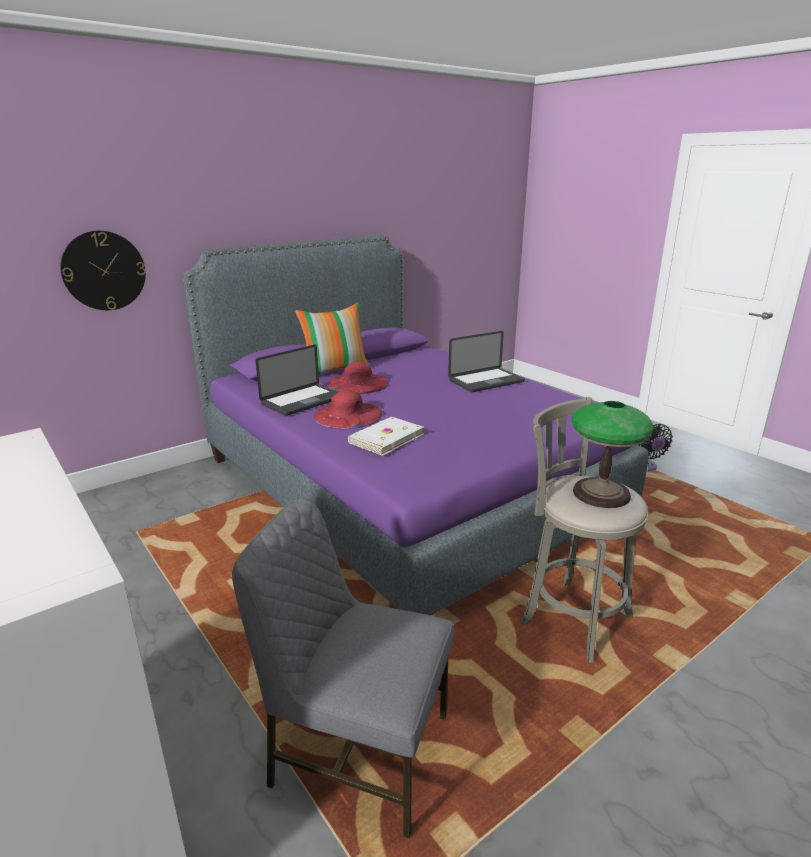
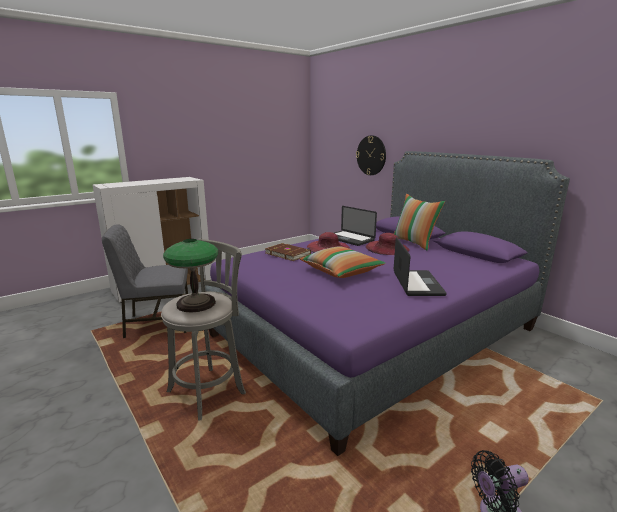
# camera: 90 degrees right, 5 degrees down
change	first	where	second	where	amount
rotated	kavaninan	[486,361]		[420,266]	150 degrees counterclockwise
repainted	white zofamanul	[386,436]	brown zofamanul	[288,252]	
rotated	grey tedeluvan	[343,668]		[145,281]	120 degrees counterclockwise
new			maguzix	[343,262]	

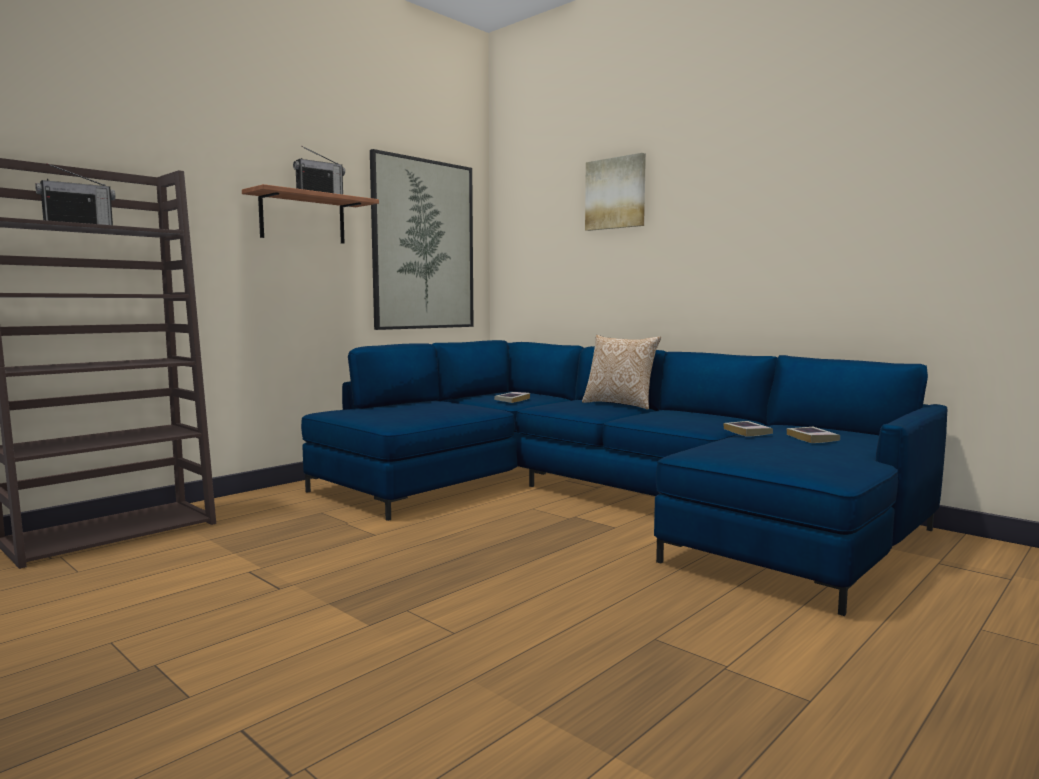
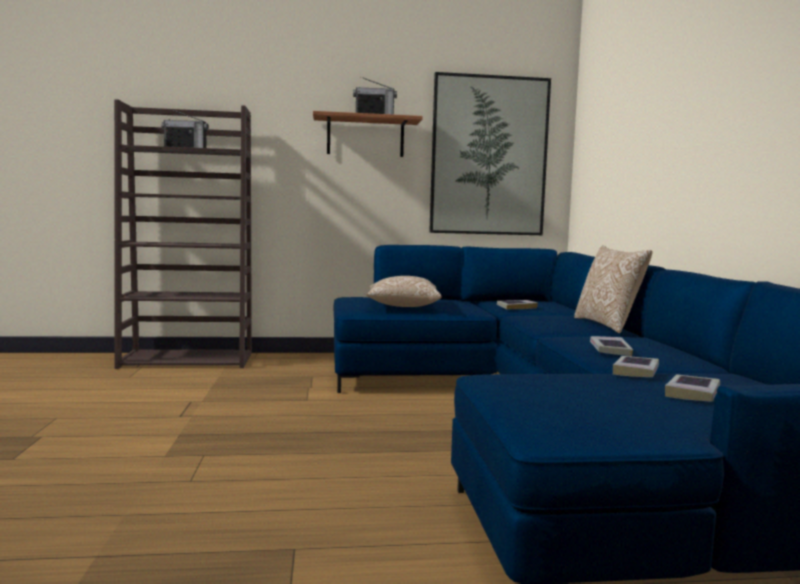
# camera: 40 degrees right, 0 degrees up
change	first	where	second	where	amount
gone	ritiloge	[615,192]			
new			maguzix	[404,291]	
new			zofamanul	[611,346]	

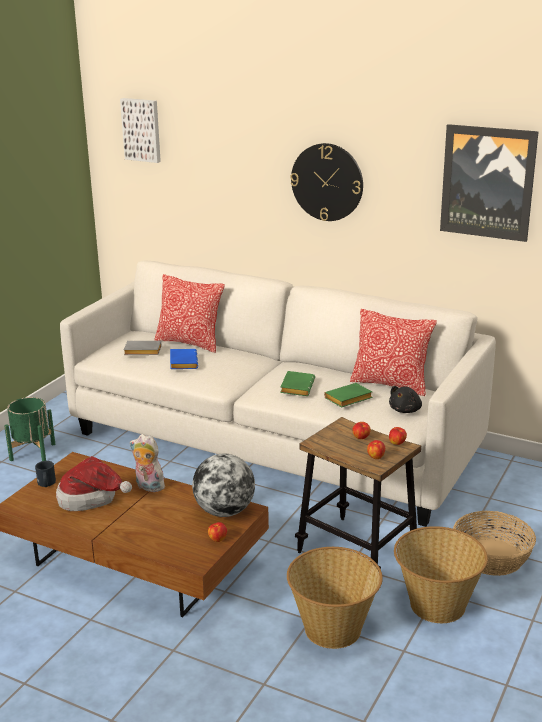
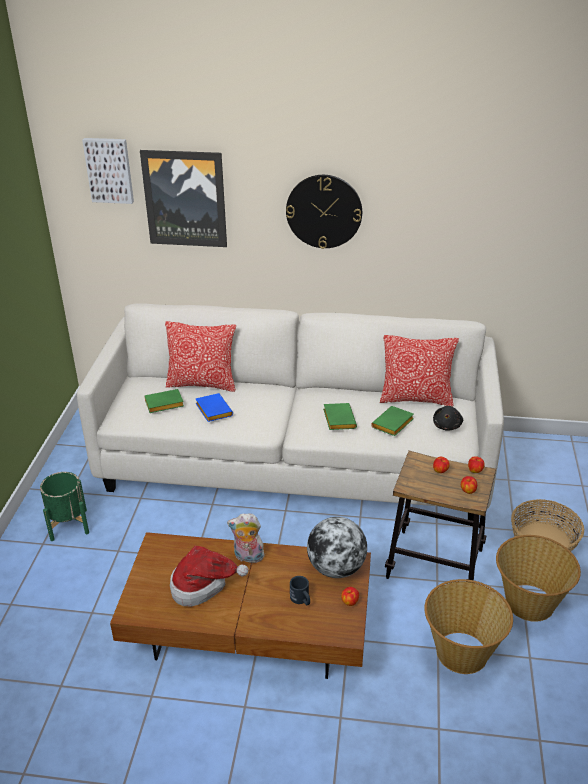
# camera: 20 degrees left, 10 degrees up
change	first	where	second	where	amount
shifted	ritiloge	[489,183]		[183,198]	
repainted	grey zofamanul	[142,348]	green zofamanul	[164,401]	
shifted	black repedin	[45,474]		[300,590]	

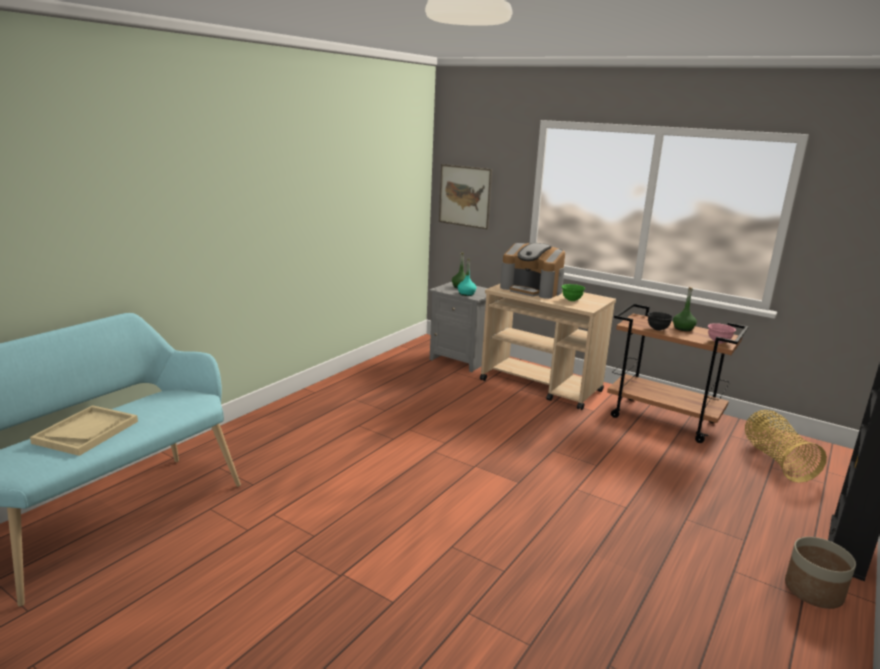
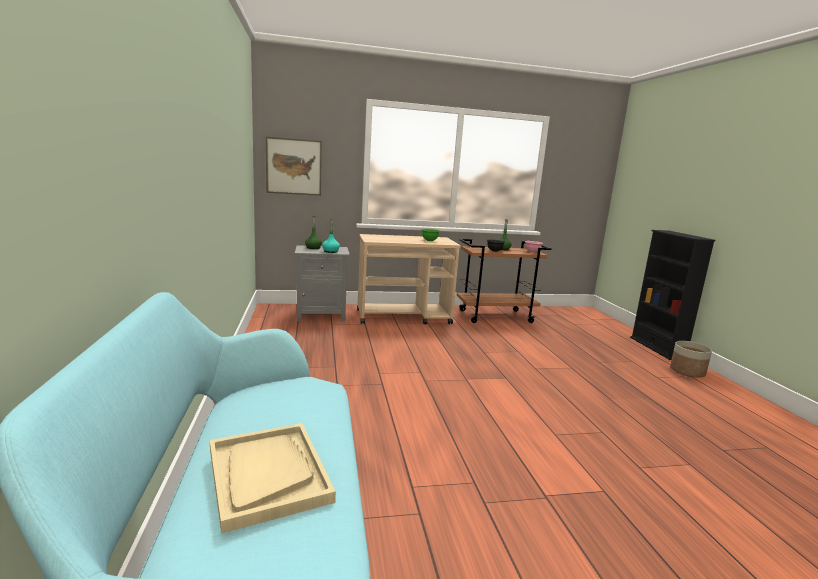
# camera: 45 degrees left, 5 degrees down
change	first	where	second	where	amount
gone	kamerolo	[532,271]			
gone	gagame	[786,446]			

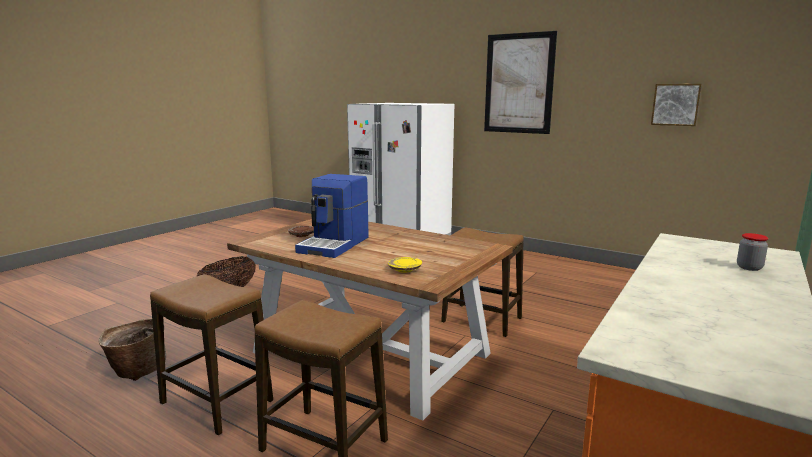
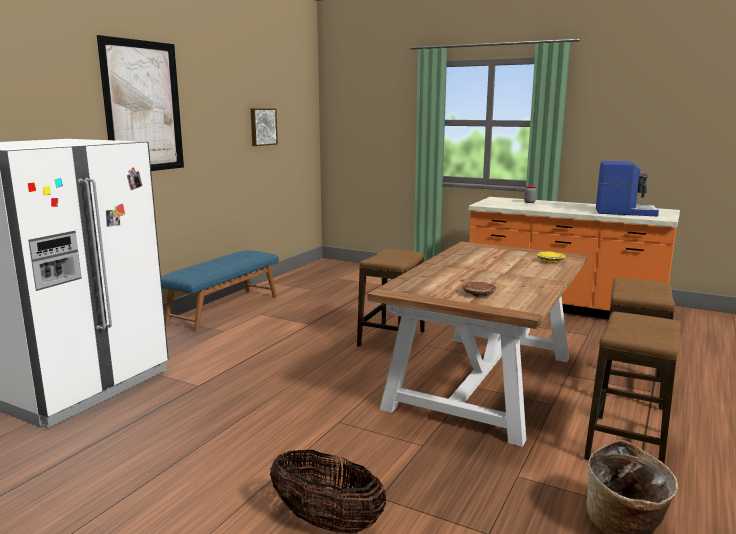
# camera: 95 degrees left, 0 degrees up
change	first	where	second	where	amount
shifted	kamerolo	[332,216]		[627,188]	
new			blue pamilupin	[220,291]	

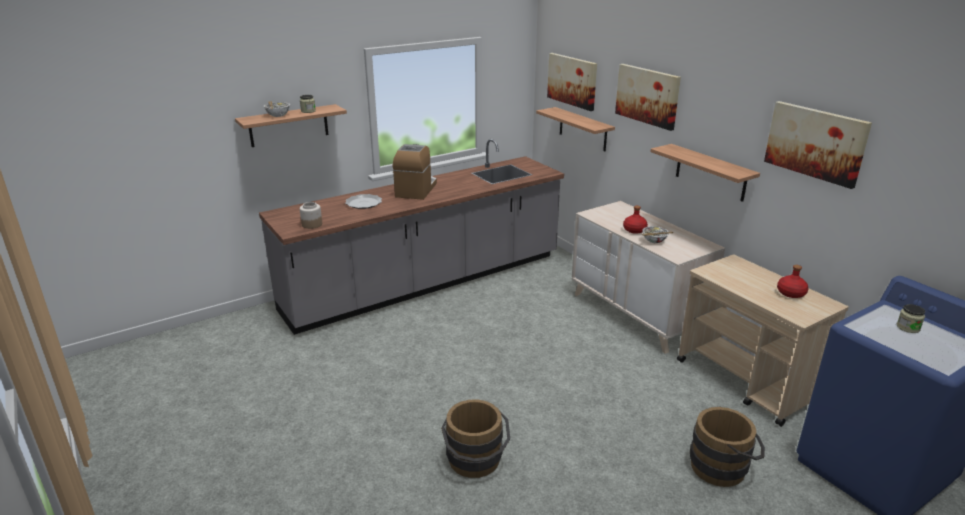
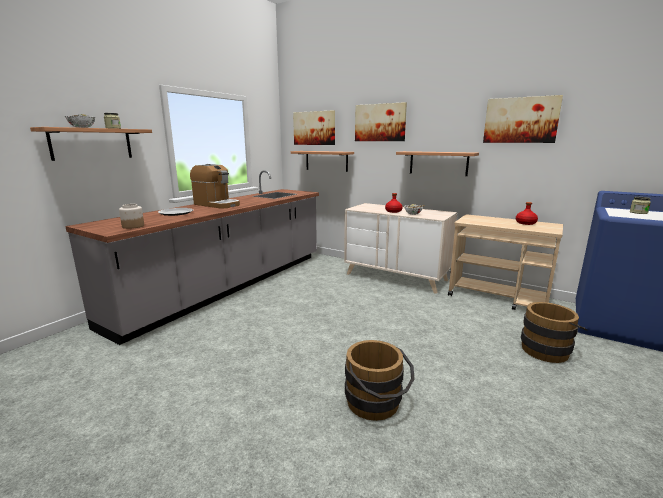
# camera: 25 degrees left, 10 degrees down
change	first	where	second	where	amount
rotated	kamerolo	[415,172]		[215,186]	135 degrees clockwise

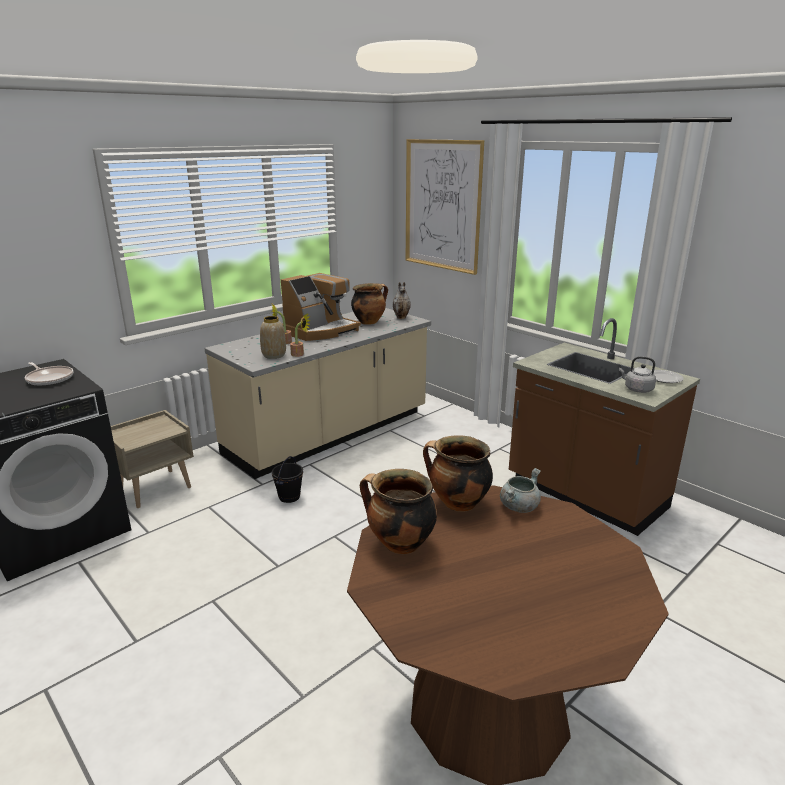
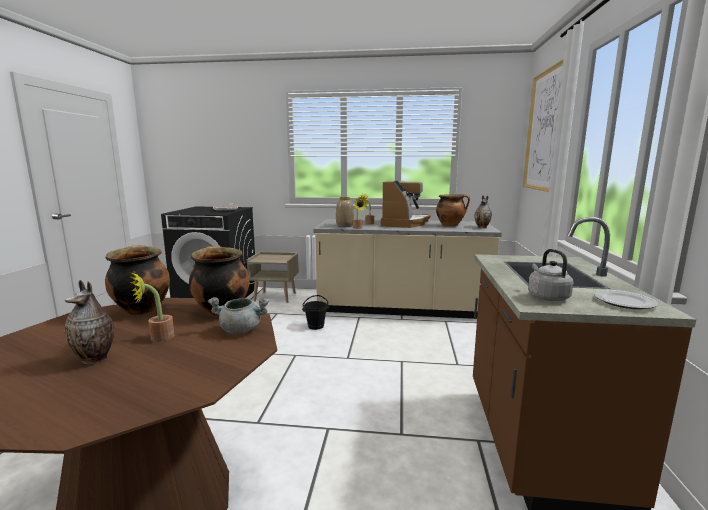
# camera: 50 degrees right, 10 degrees down
change	first	where	second	where	amount
rotated	kamerolo	[321,307]		[406,204]	75 degrees counterclockwise
new			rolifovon	[152,306]	
new			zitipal	[89,322]	

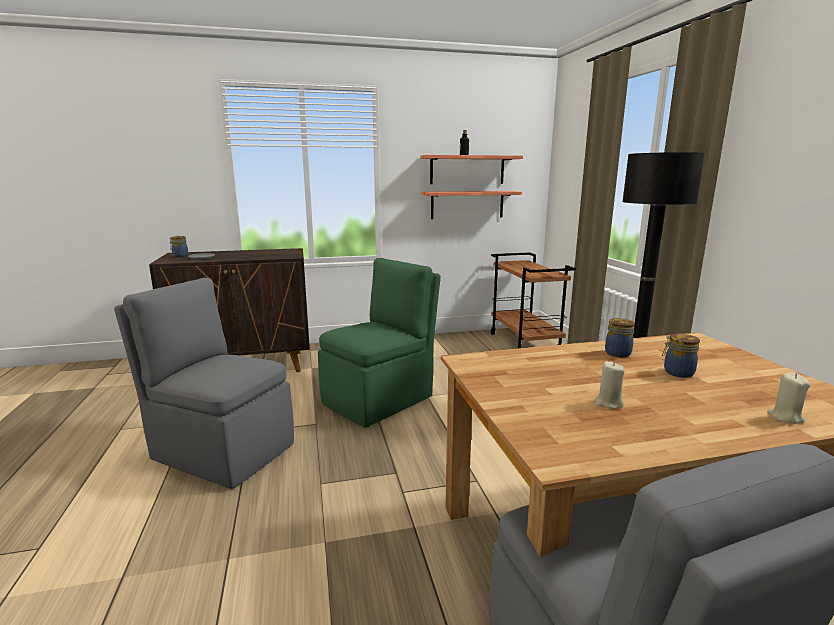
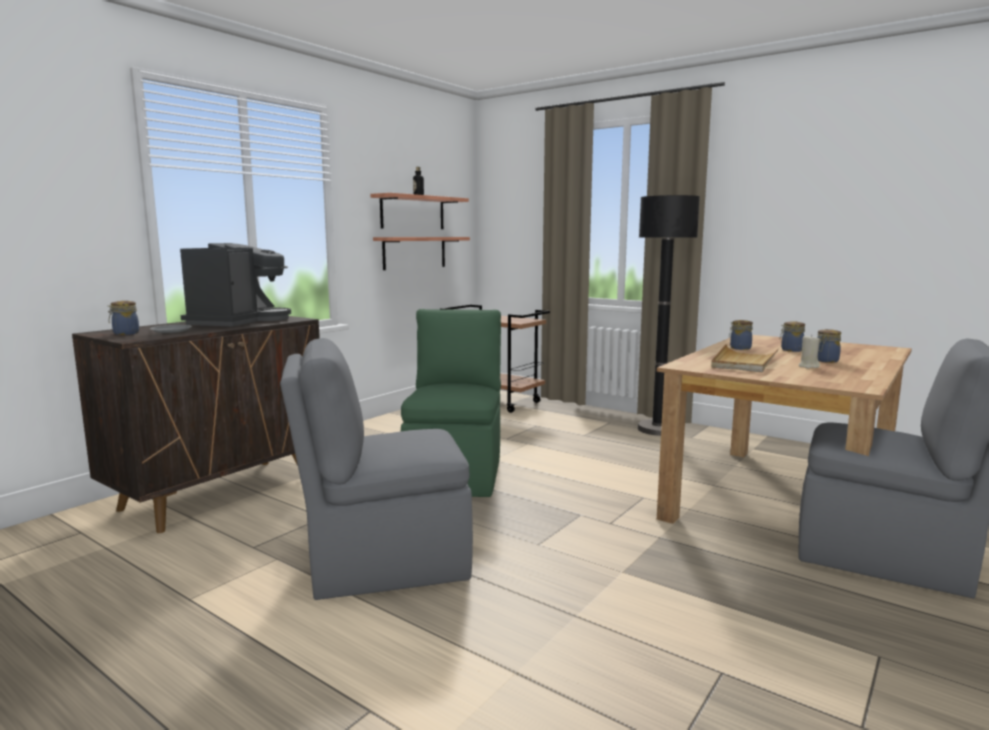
# camera: 40 degrees left, 5 degrees down
change	first	where	second	where	amount
gone	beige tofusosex	[788,398]			
new			kamerolo	[235,285]	
new			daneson	[829,346]	
new			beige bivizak	[745,358]	

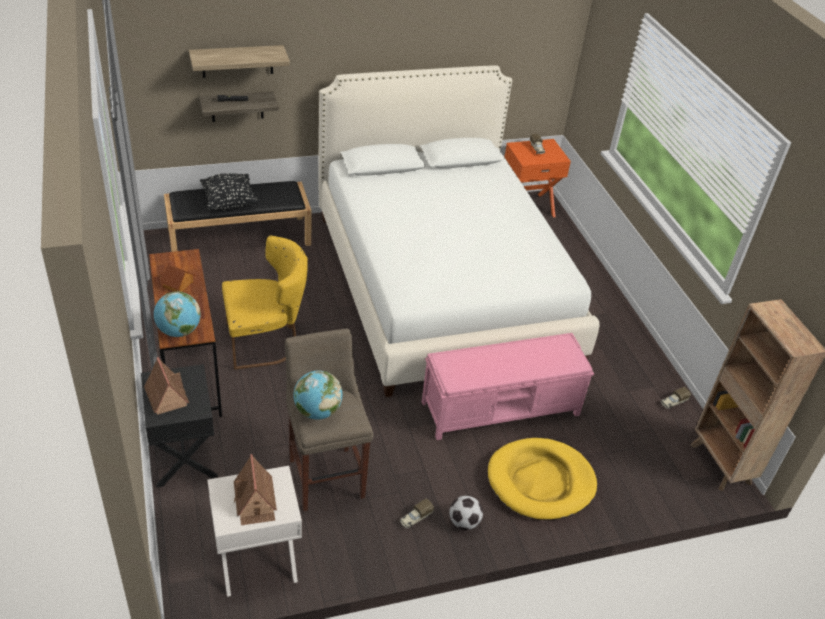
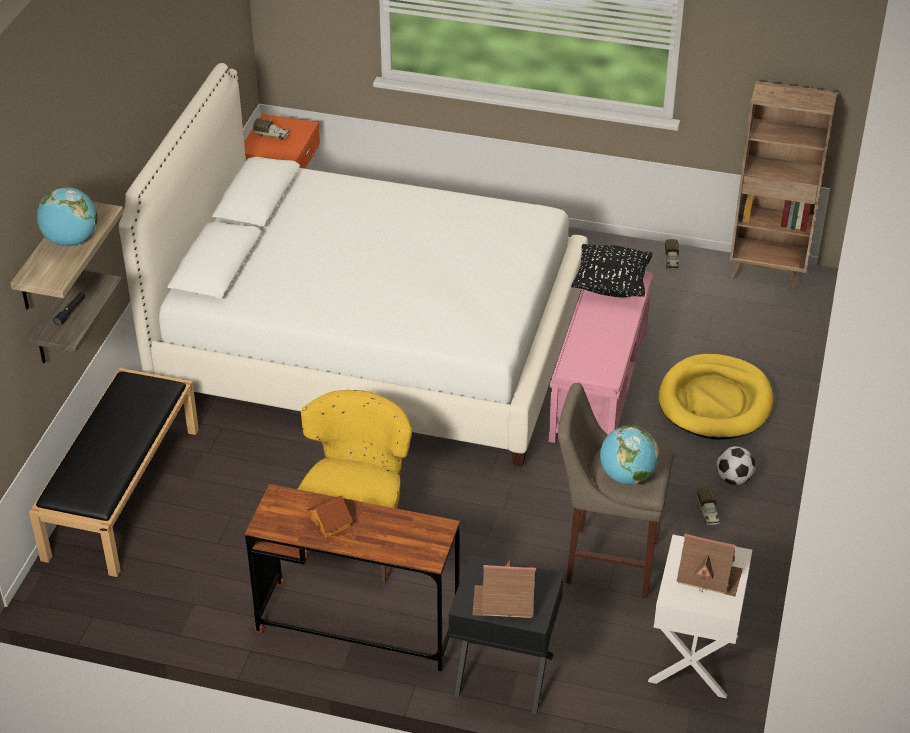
# camera: 55 degrees left, 0 degrees up
change	first	where	second	where	amount
shifted	black maguzix	[229,191]		[611,270]	
shifted	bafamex	[177,314]		[67,216]	

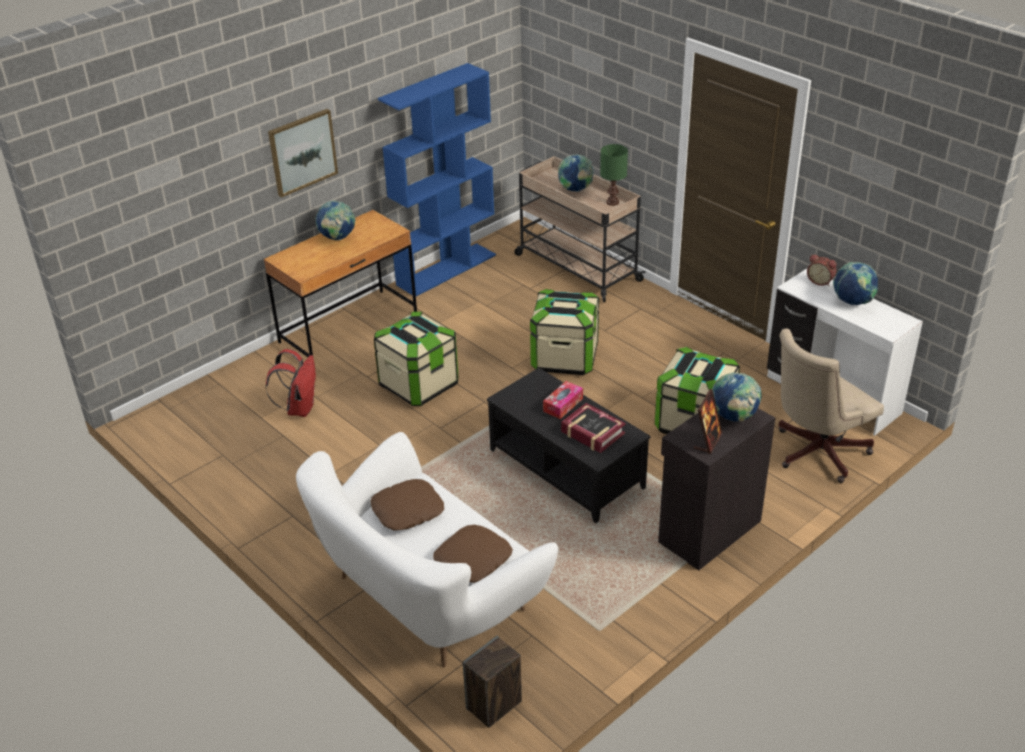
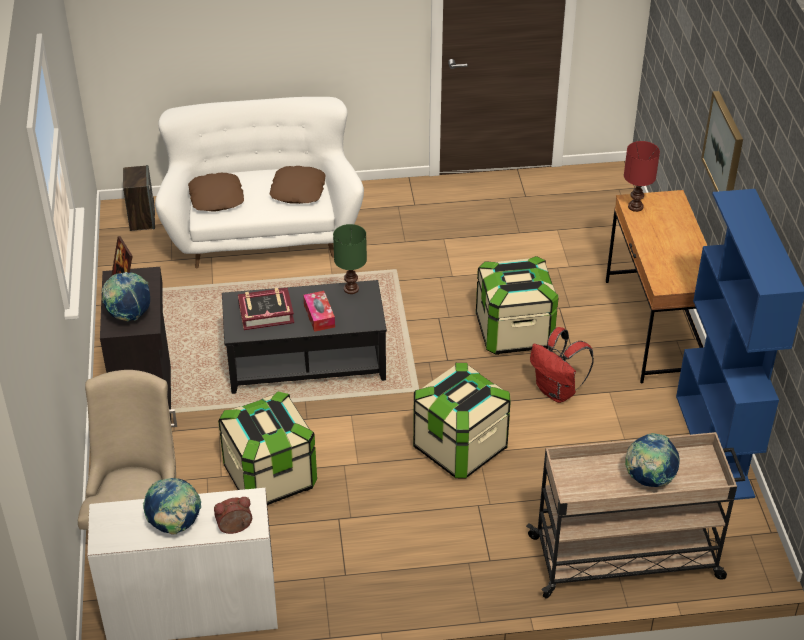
# camera: 125 degrees right, 5 degrees up
change	first	where	second	where	amount
shifted	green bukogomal	[614,175]		[350,259]	
gone	bafamex	[336,220]			
shifted	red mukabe	[291,383]		[562,365]	
new			red bukogomal	[642,176]	

